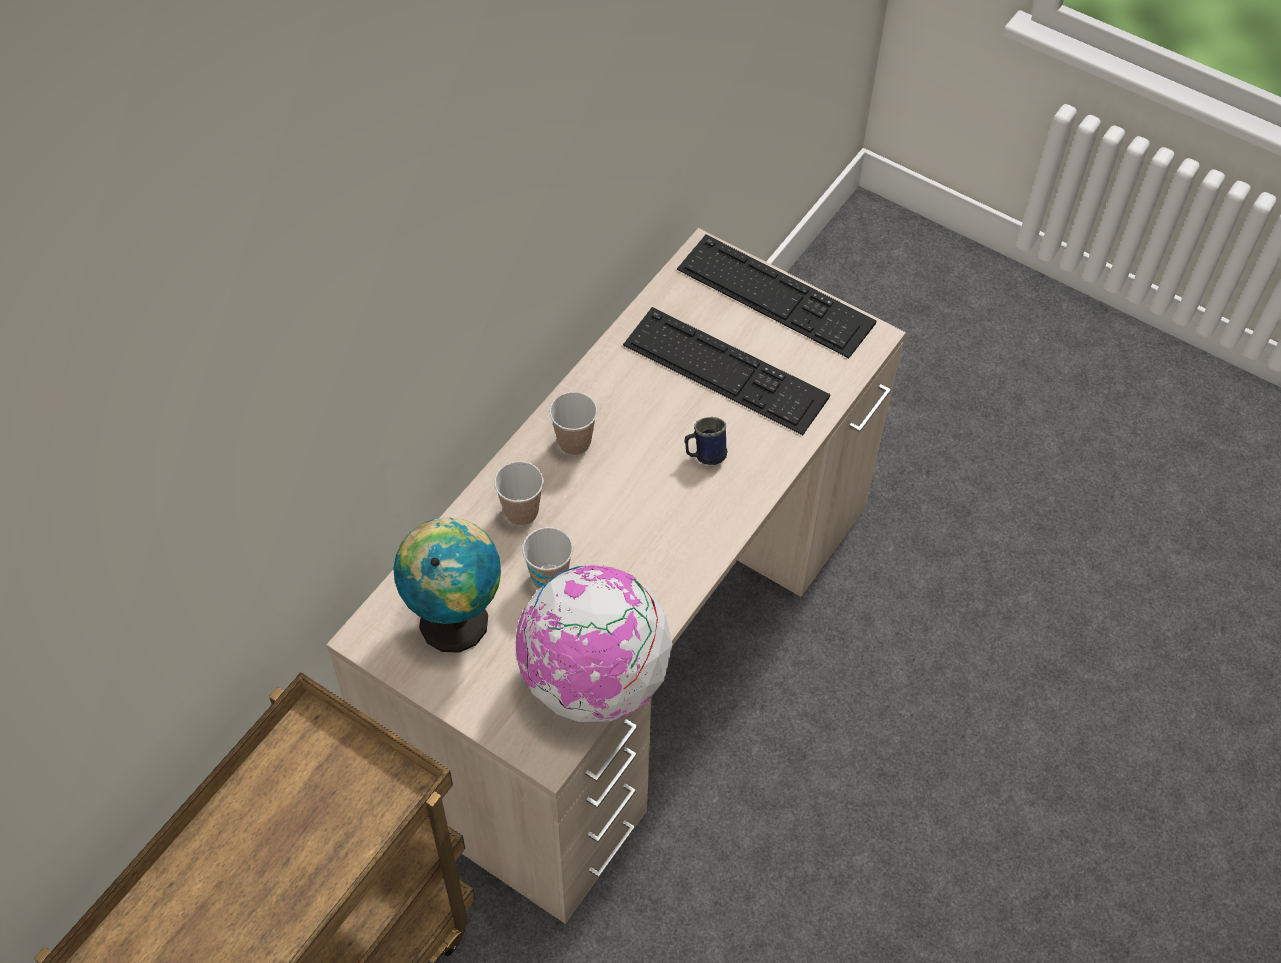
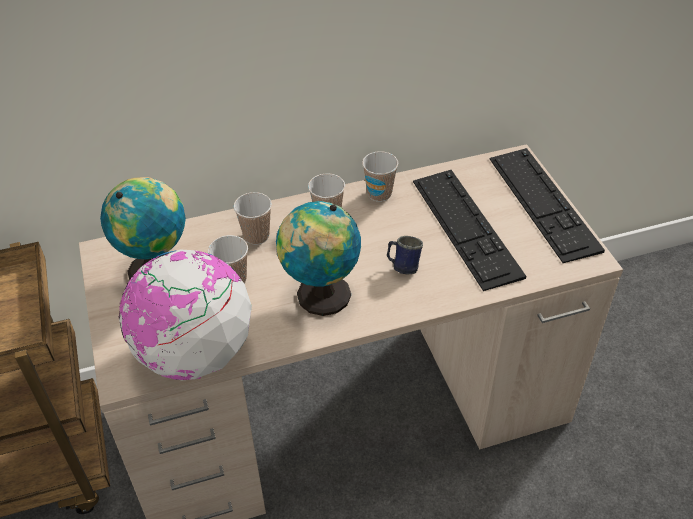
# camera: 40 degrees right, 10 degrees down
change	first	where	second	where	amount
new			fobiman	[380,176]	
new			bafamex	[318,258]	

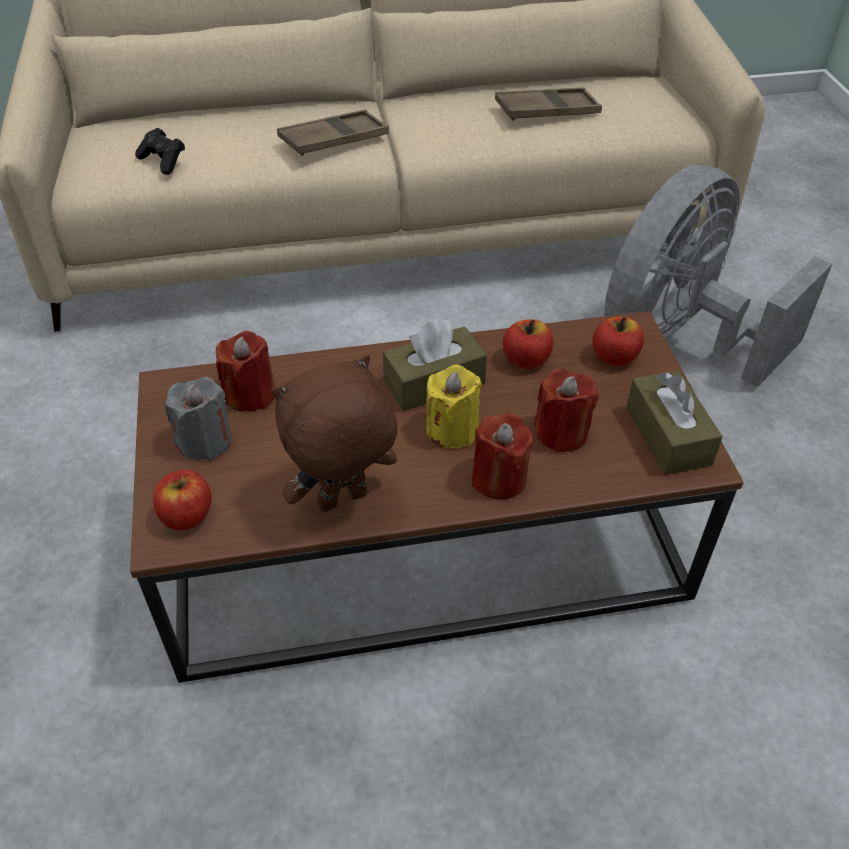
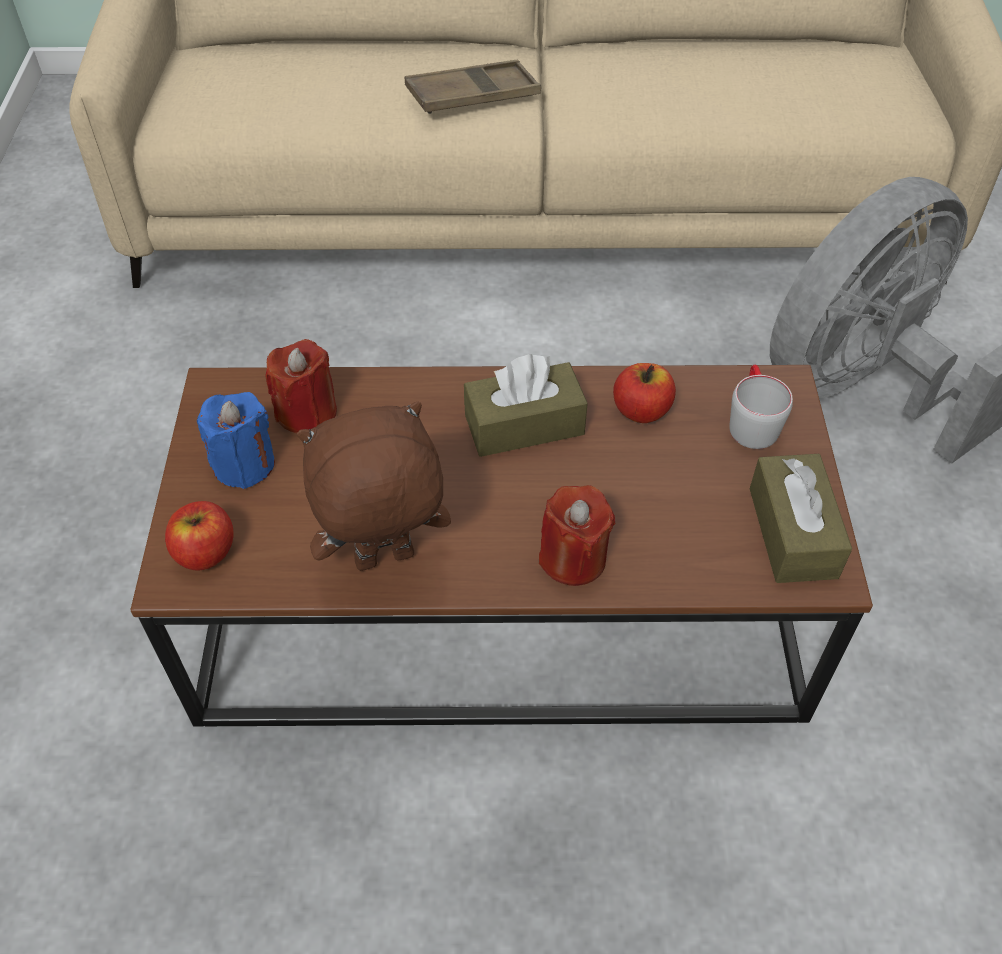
# camera: 10 degrees right, 5 degrees up
change	first	where	second	where	amount
gone	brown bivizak	[548,104]			
gone	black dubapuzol	[160,151]			
swapped	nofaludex	[618,341]	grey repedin	[761,407]	
gone	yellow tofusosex	[454,406]			
gone	red tofusosex	[566,410]			
repainted	grey tofusosex	[198,419]	blue tofusosex	[236,440]	

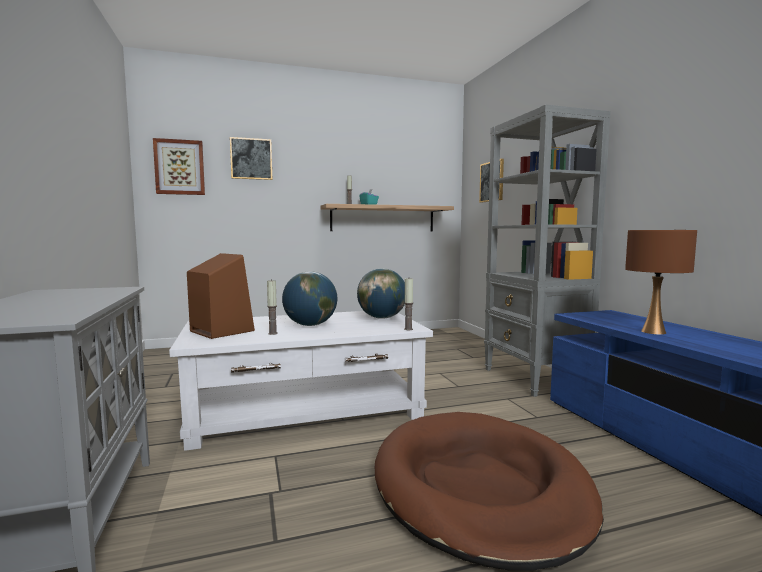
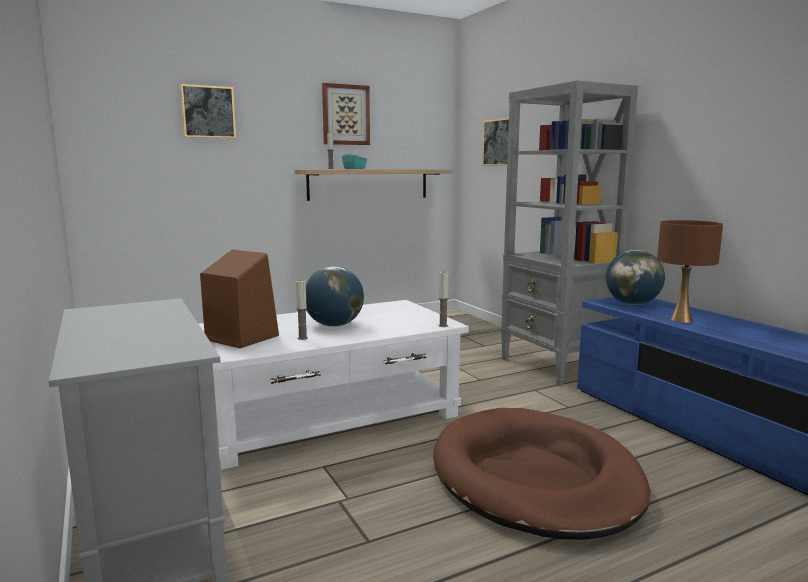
# camera: 10 degrees left, 5 degrees up
change	first	where	second	where	amount
shifted	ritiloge	[179,166]		[346,114]	
shifted	bafamex	[381,293]		[635,277]	

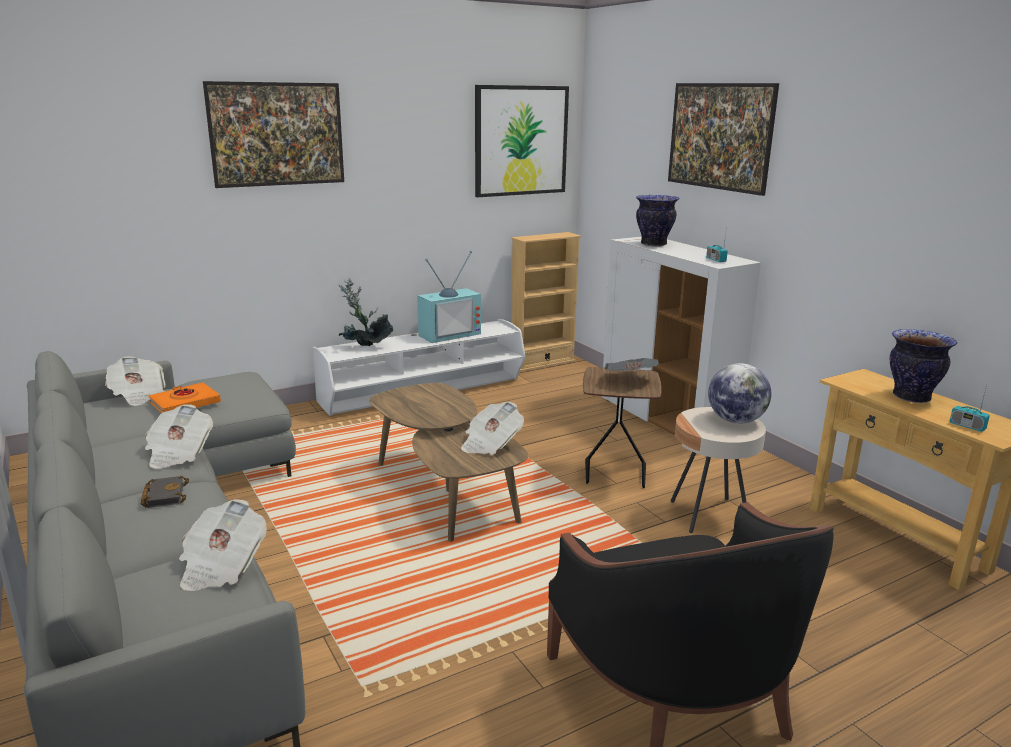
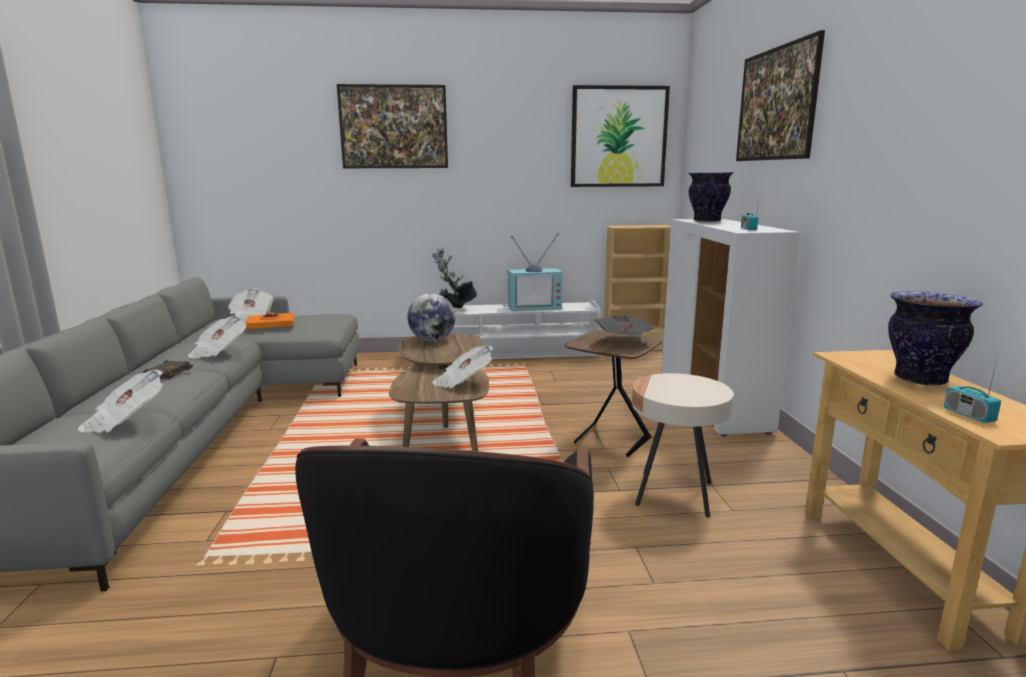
# camera: 25 degrees right, 5 degrees down
change	first	where	second	where	amount
shifted	bafamex	[739,393]		[431,317]	

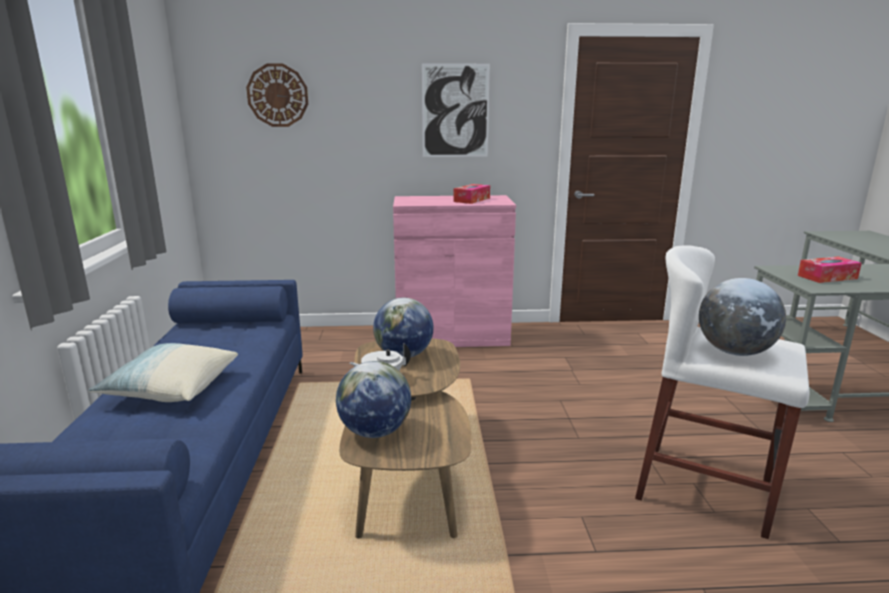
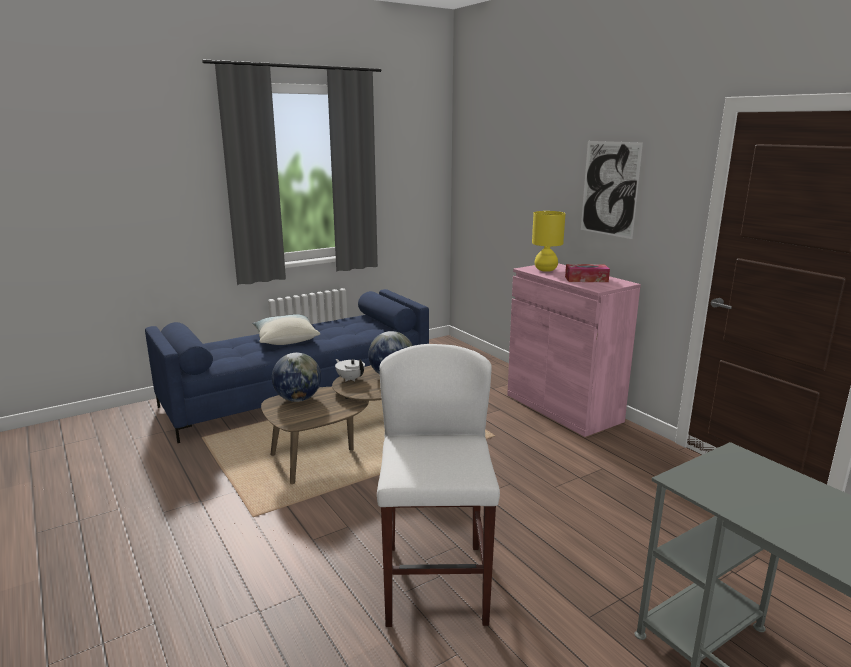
# camera: 60 degrees right, 0 degrees up
change	first	where	second	where	amount
gone	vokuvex	[277,95]			
gone	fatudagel	[830,269]			
gone	bafamex	[742,317]			
new			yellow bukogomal	[549,241]	

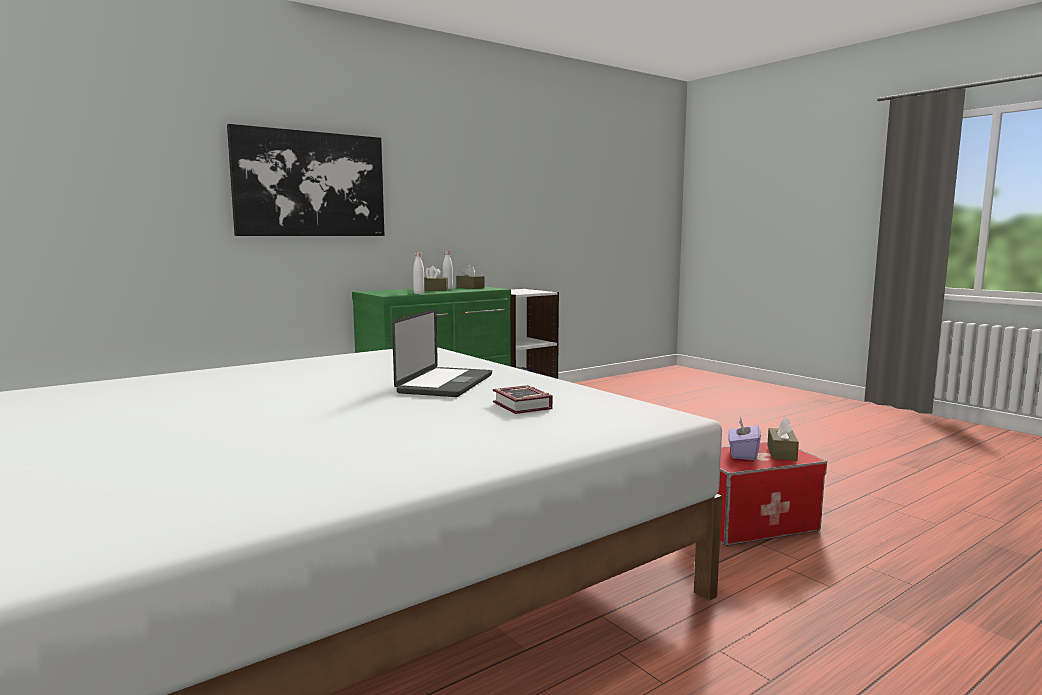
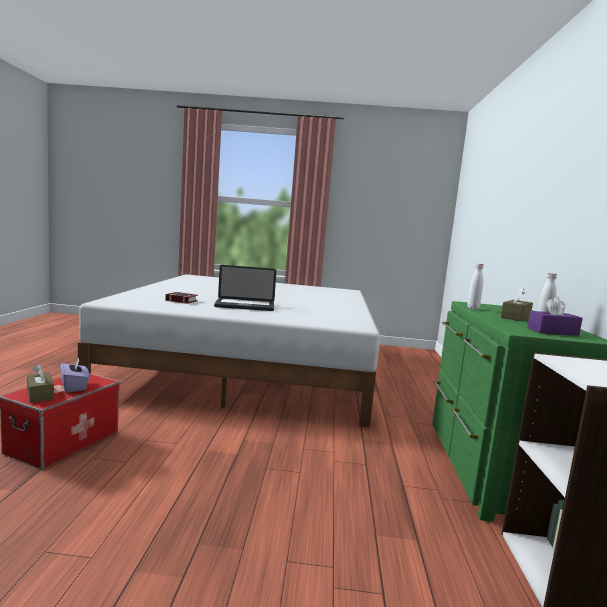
# camera: 130 degrees right, 0 degrees up
change	first	where	second	where	amount
gone	ritiloge	[305,180]			
repainted	brown fatudagel	[470,277]	purple fatudagel	[555,316]	
rotated	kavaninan	[442,353]		[245,288]	60 degrees counterclockwise

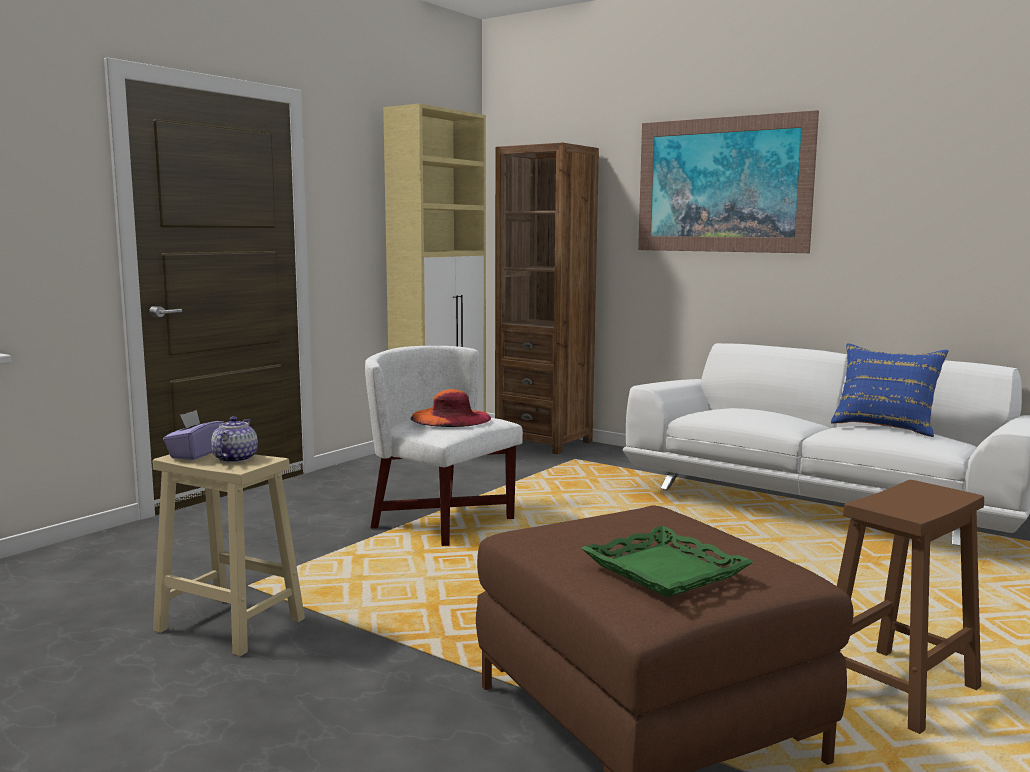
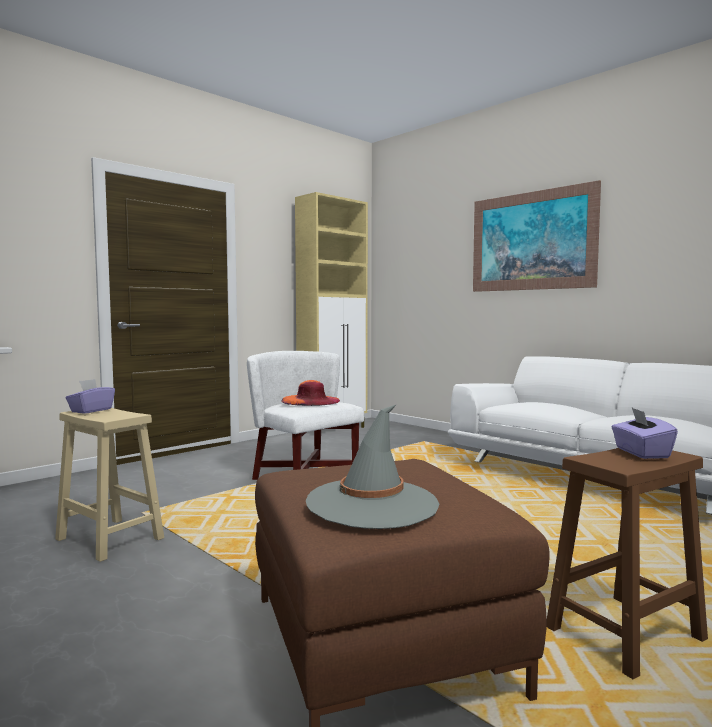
# camera: 10 degrees right, 5 degrees down
change	first	where	second	where	amount
gone	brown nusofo	[547,299]			
gone	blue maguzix	[889,390]			
gone	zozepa	[234,439]			
swapped	green bivizak	[667,561]	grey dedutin	[373,466]	
new			purple fatudagel	[645,433]	

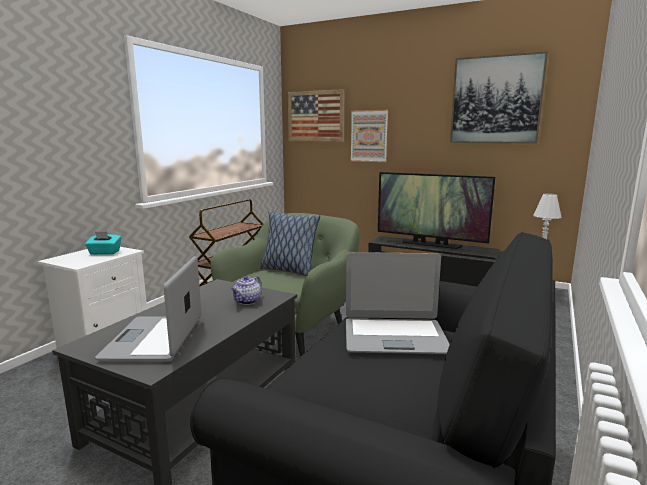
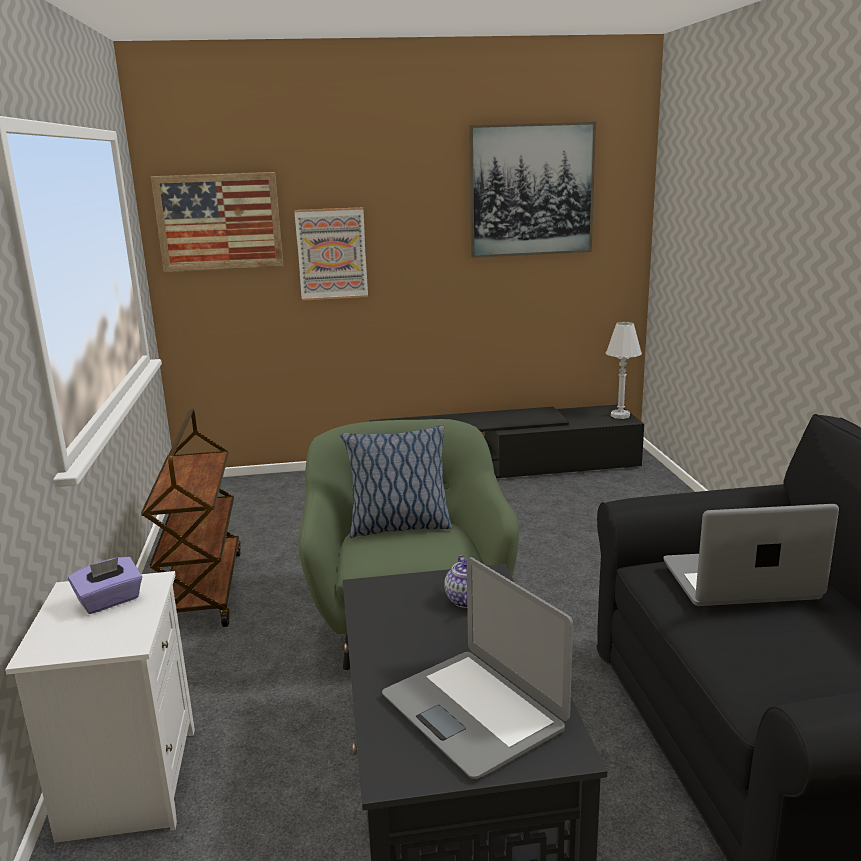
# camera: 35 degrees left, 5 degrees up
change	first	where	second	where	amount
gone	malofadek	[436,210]			
repainted	turquoise fatudagel	[103,243]	purple fatudagel	[105,585]	
rotated	kavaninan	[398,303]		[751,555]	150 degrees counterclockwise

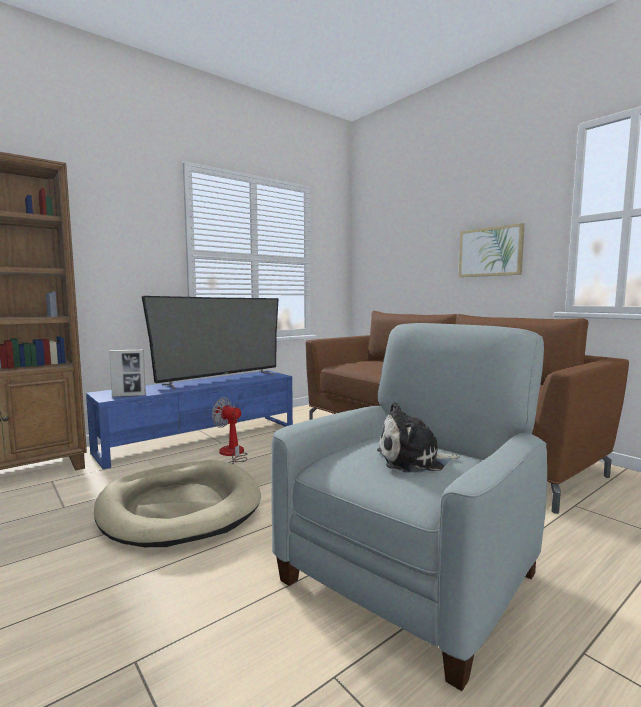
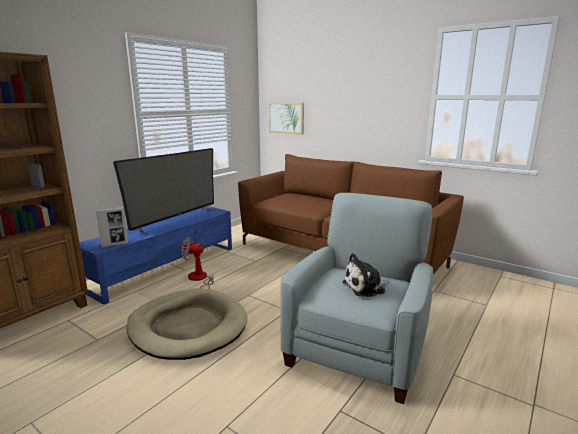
# camera: 15 degrees left, 10 degrees up
change	first	where	second	where	amount
shifted	ritiloge	[492,250]		[286,118]	

